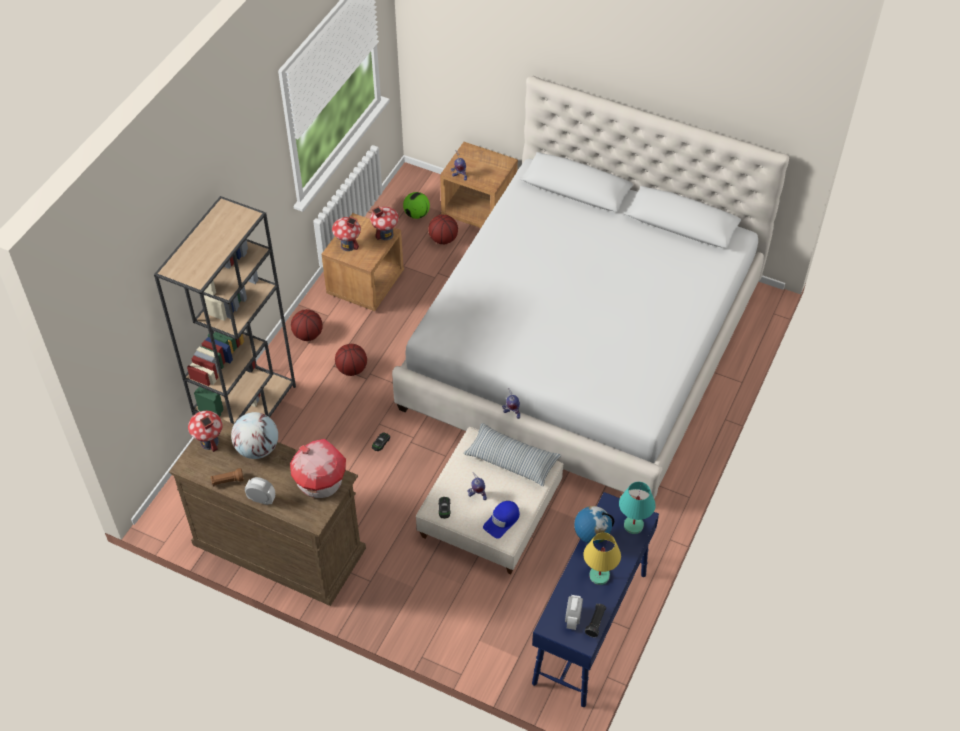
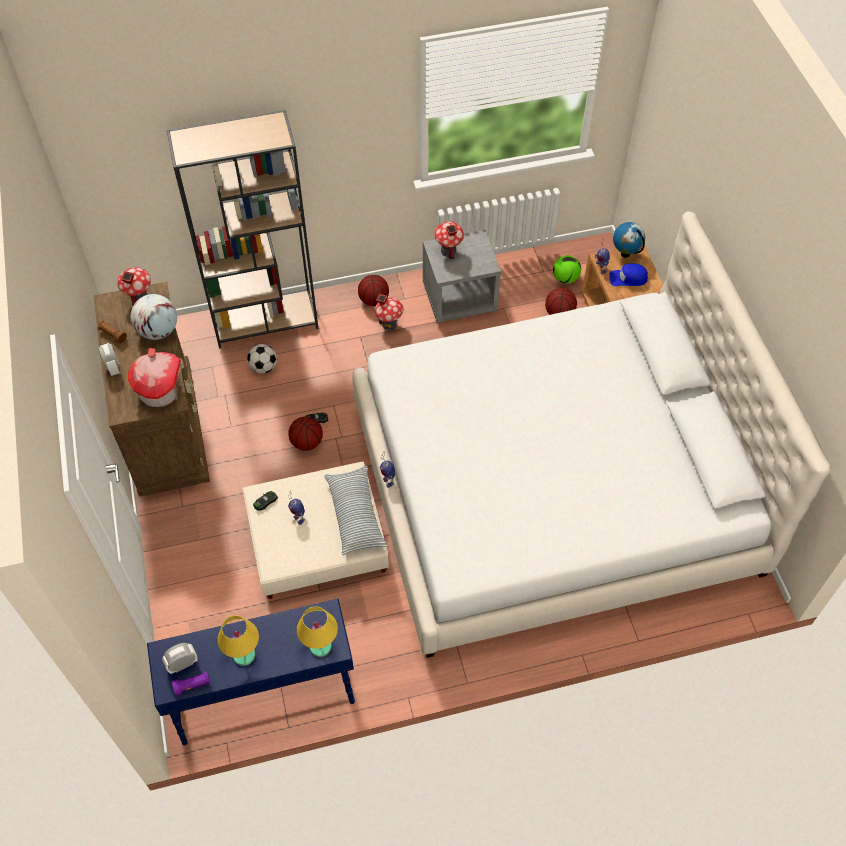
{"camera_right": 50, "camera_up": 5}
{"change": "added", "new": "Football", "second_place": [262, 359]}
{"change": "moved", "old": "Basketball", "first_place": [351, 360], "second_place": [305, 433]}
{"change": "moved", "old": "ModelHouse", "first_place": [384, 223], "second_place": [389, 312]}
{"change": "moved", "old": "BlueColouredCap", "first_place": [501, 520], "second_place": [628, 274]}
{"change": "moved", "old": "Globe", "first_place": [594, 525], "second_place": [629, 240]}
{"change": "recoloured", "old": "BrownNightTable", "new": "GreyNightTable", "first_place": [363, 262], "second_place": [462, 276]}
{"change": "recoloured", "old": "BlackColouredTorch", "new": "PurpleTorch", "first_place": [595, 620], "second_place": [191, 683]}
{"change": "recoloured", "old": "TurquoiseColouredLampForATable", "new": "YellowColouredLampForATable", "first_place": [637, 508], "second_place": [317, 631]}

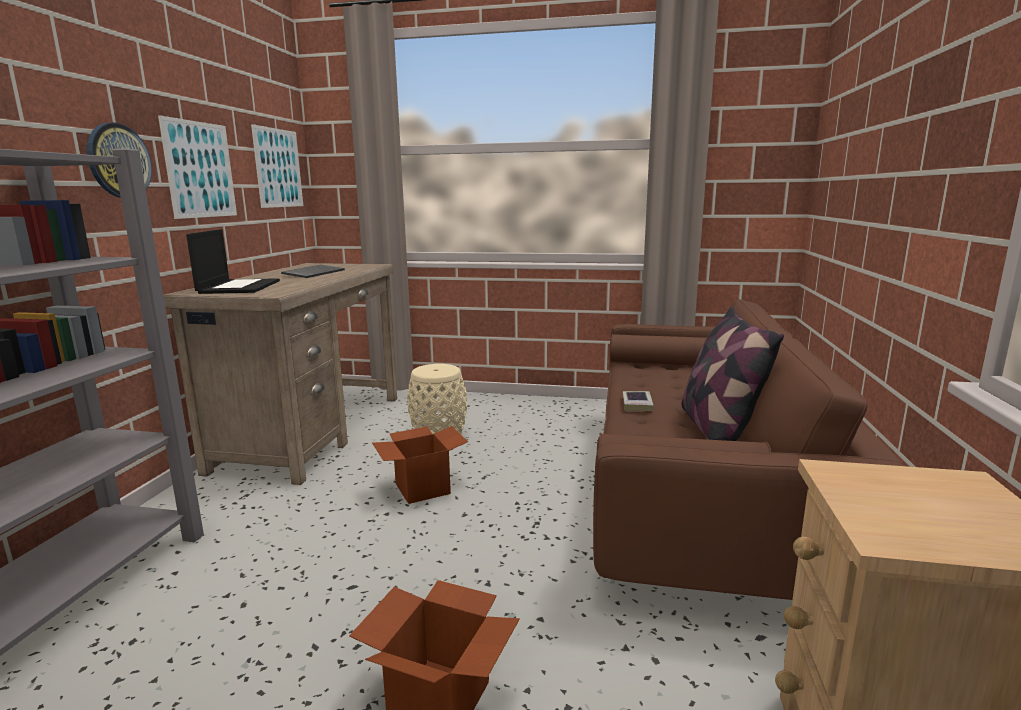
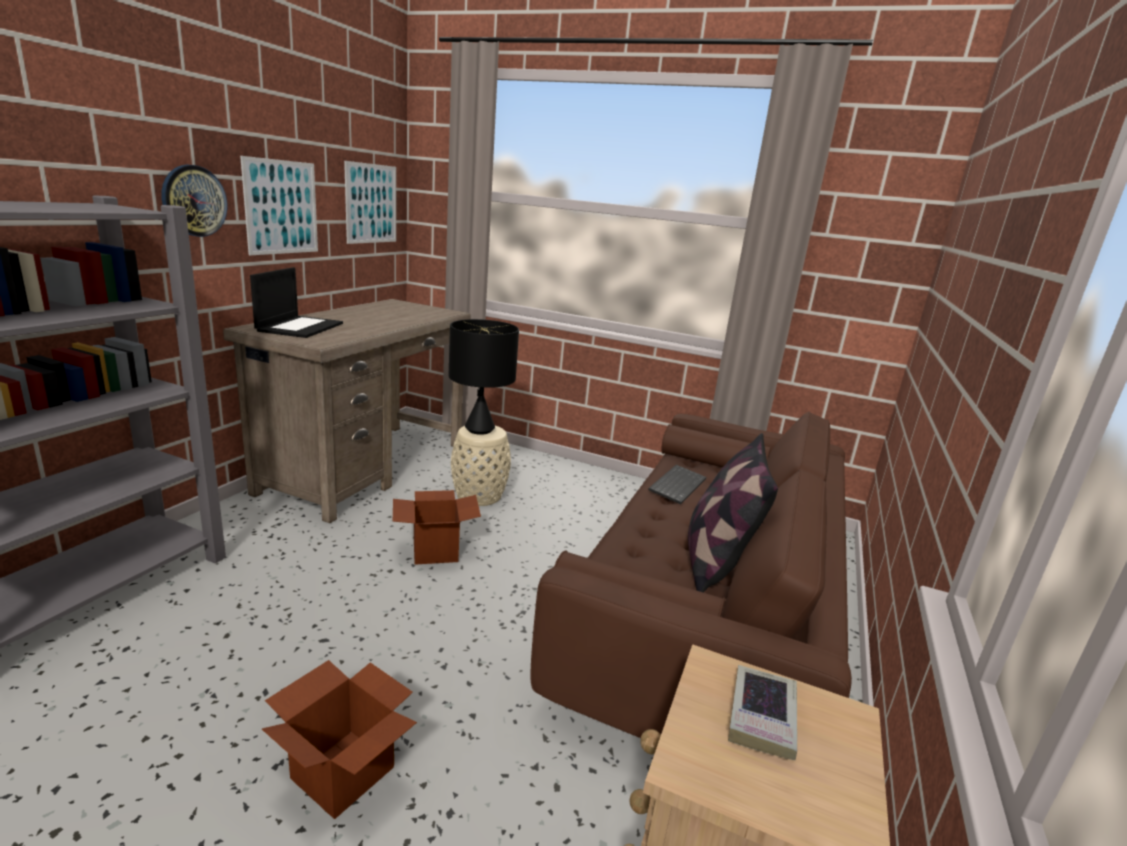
{"camera_right": 10, "camera_up": 5}
{"change": "added", "new": "BlackColouredLampForATable", "second_place": [484, 377]}
{"change": "moved", "old": "PcKeyboard", "first_place": [313, 271], "second_place": [677, 484]}
{"change": "moved", "old": "BoundBook", "first_place": [638, 401], "second_place": [762, 712]}

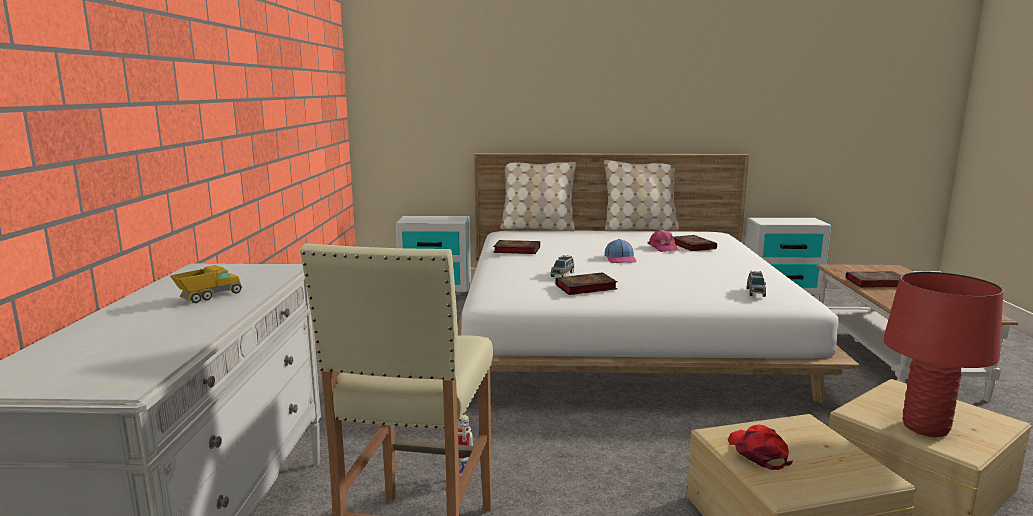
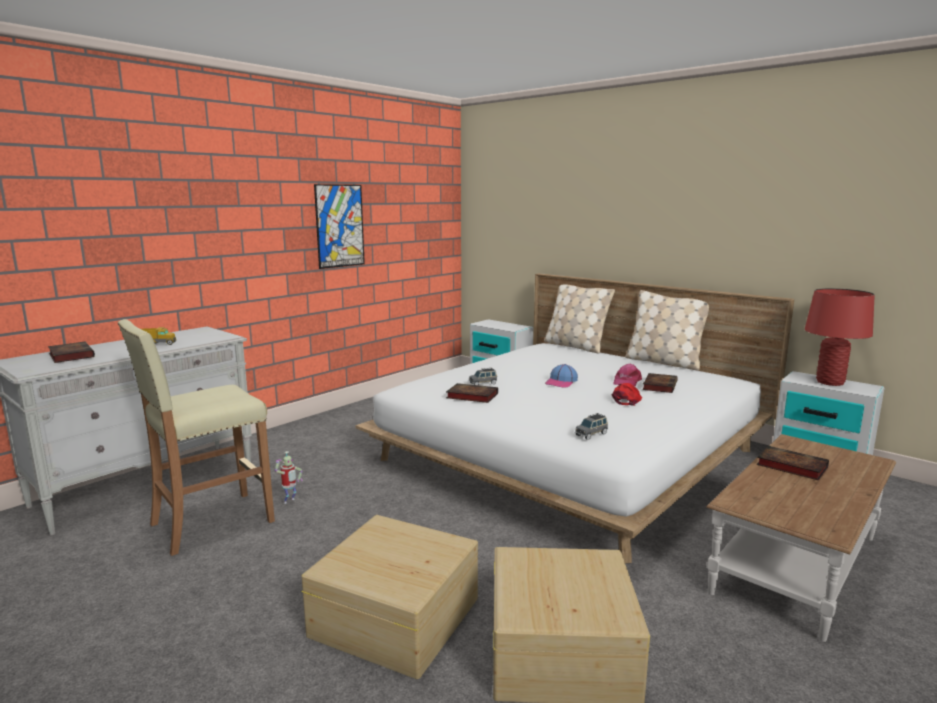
{"camera_right": 40, "camera_up": 0}
{"change": "added", "new": "WallArt", "second_place": [339, 226]}
{"change": "moved", "old": "BoundBook", "first_place": [516, 247], "second_place": [71, 352]}
{"change": "moved", "old": "RedCap", "first_place": [760, 447], "second_place": [627, 394]}
{"change": "moved", "old": "RedLampForATable", "first_place": [943, 354], "second_place": [840, 337]}

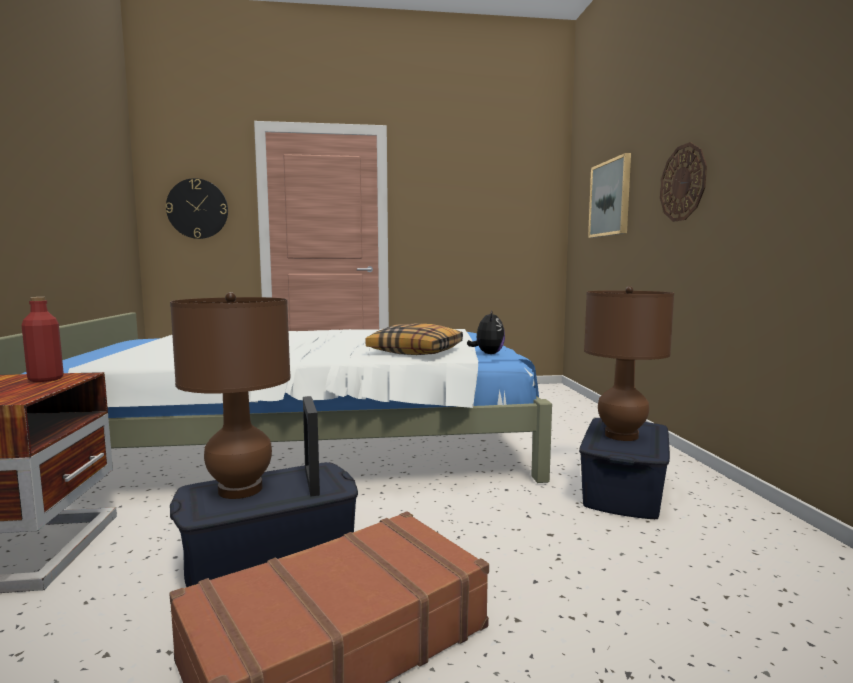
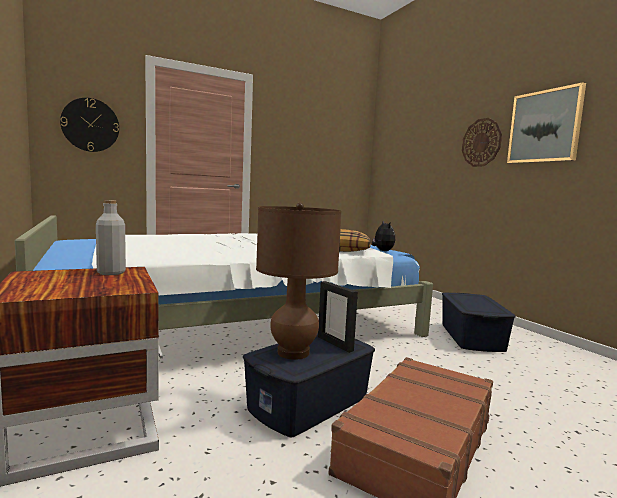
{"camera_right": -20, "camera_up": 0}
{"change": "removed", "old": "BrownLampForATable", "first_place": [629, 363]}
{"change": "moved", "old": "WallArt", "first_place": [609, 195], "second_place": [546, 123]}
{"change": "recoloured", "old": "RedBeverageBottle", "new": "GreyBeverageBottle", "first_place": [43, 339], "second_place": [111, 237]}

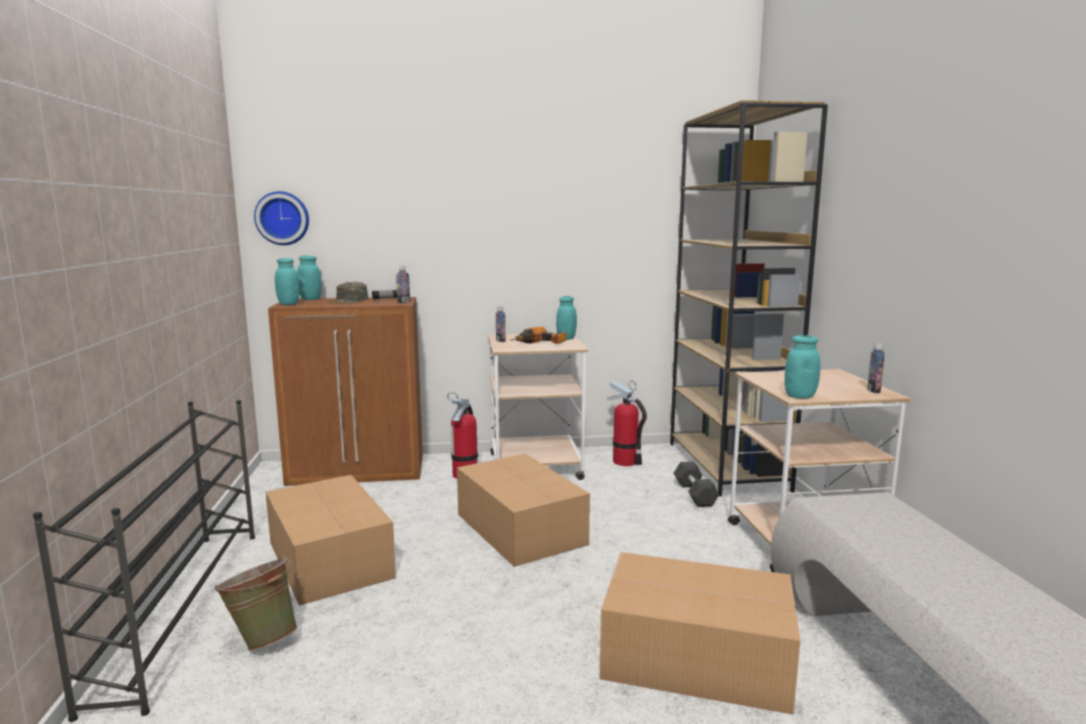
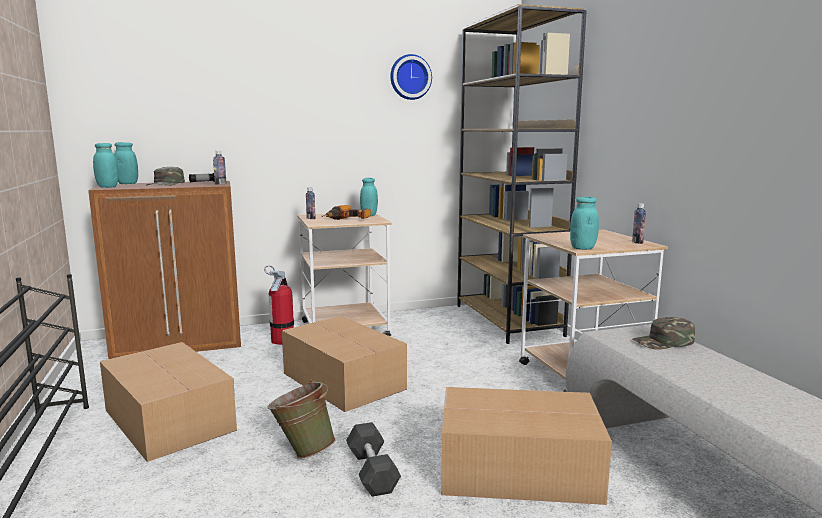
{"camera_right": -10, "camera_up": 0}
{"change": "removed", "old": "Extinguisher", "first_place": [627, 423]}
{"change": "added", "new": "GreenCap", "second_place": [663, 333]}
{"change": "moved", "old": "GreenBucket", "first_place": [255, 602], "second_place": [302, 419]}
{"change": "moved", "old": "WallClock", "first_place": [281, 218], "second_place": [411, 77]}
{"change": "moved", "old": "GreyDumbbell", "first_place": [697, 484], "second_place": [373, 459]}

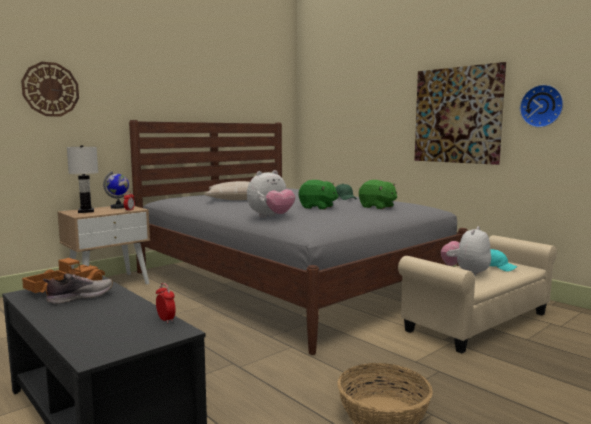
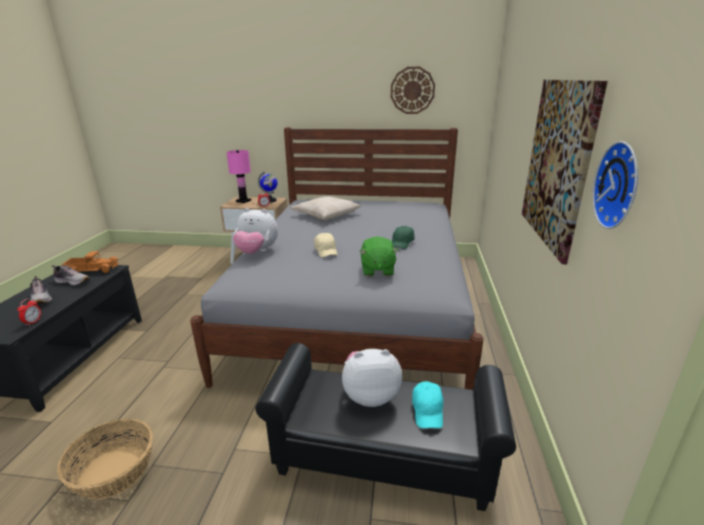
{"camera_right": 50, "camera_up": 15}
{"change": "added", "new": "ItemOfFootwear", "second_place": [41, 290]}
{"change": "moved", "old": "WallClock", "first_place": [50, 89], "second_place": [413, 90]}
{"change": "replaced", "old": "GreenPlushToy", "new": "BeigeCap", "first_place": [319, 195], "second_place": [326, 245]}
{"change": "recoloured", "old": "WhiteLampForATable", "new": "PinkishLampForATable", "first_place": [82, 179], "second_place": [238, 176]}
{"change": "recoloured", "old": "BeigePouffe", "new": "BlackColouredPouffe", "first_place": [477, 294], "second_place": [385, 427]}

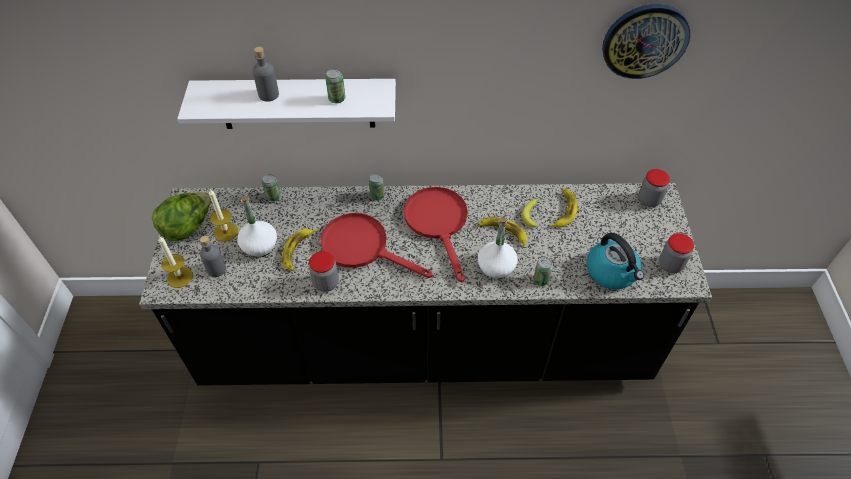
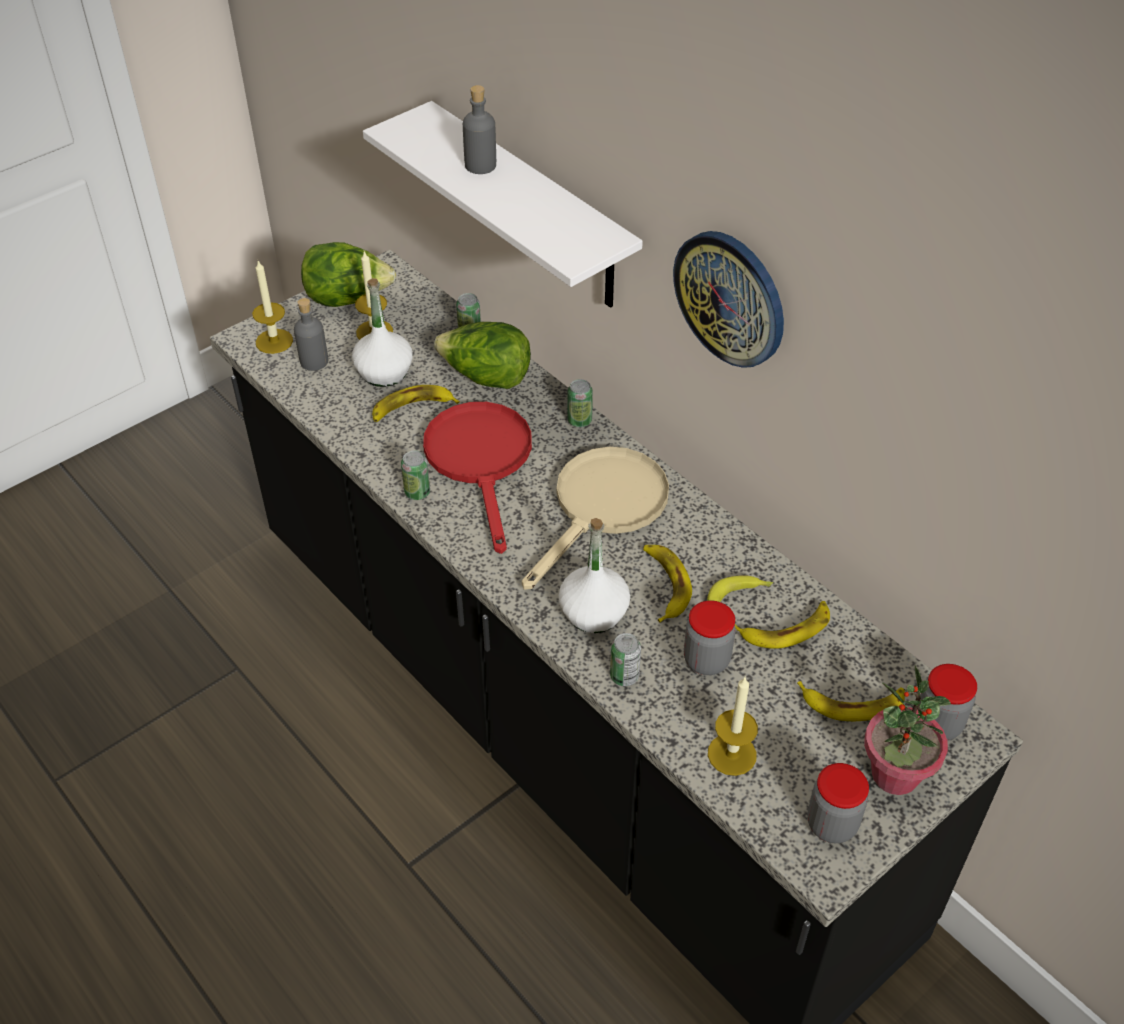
{"camera_right": 50, "camera_up": -5}
{"change": "added", "new": "LettuceHead", "second_place": [482, 355]}
{"change": "added", "new": "BananaFruit", "second_place": [851, 701]}
{"change": "added", "new": "PottedPlant", "second_place": [907, 730]}
{"change": "moved", "old": "PreserveJar", "first_place": [324, 271], "second_place": [710, 637]}
{"change": "moved", "old": "Can", "first_place": [335, 86], "second_place": [415, 475]}
{"change": "moved", "old": "WallClock", "first_place": [646, 41], "second_place": [728, 299]}
{"change": "replaced", "old": "Kettle", "new": "WaxCandle", "first_place": [615, 261], "second_place": [733, 726]}
{"change": "recoloured", "old": "RedFryingPan", "new": "BeigeFryingPan", "first_place": [436, 235], "second_place": [595, 518]}

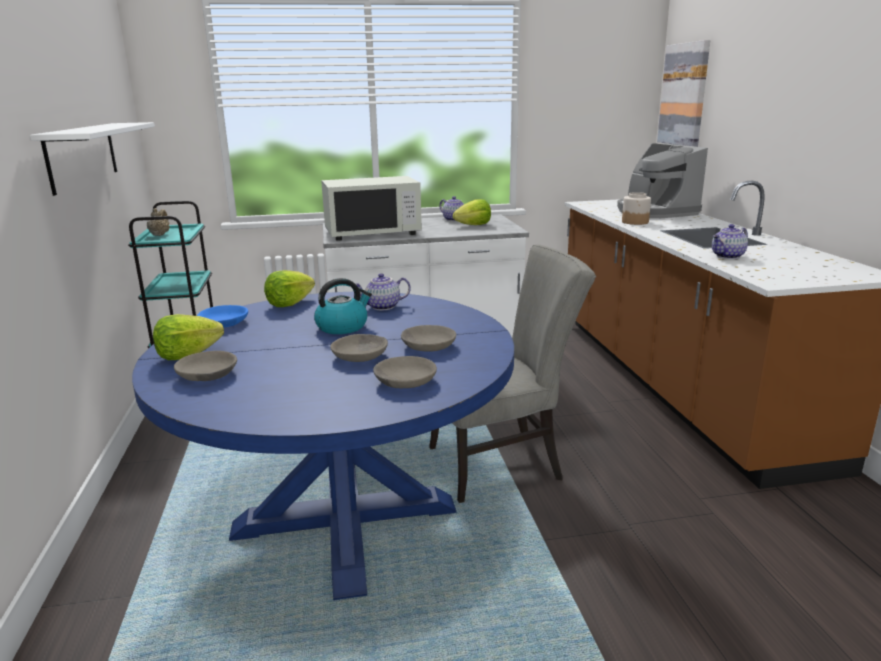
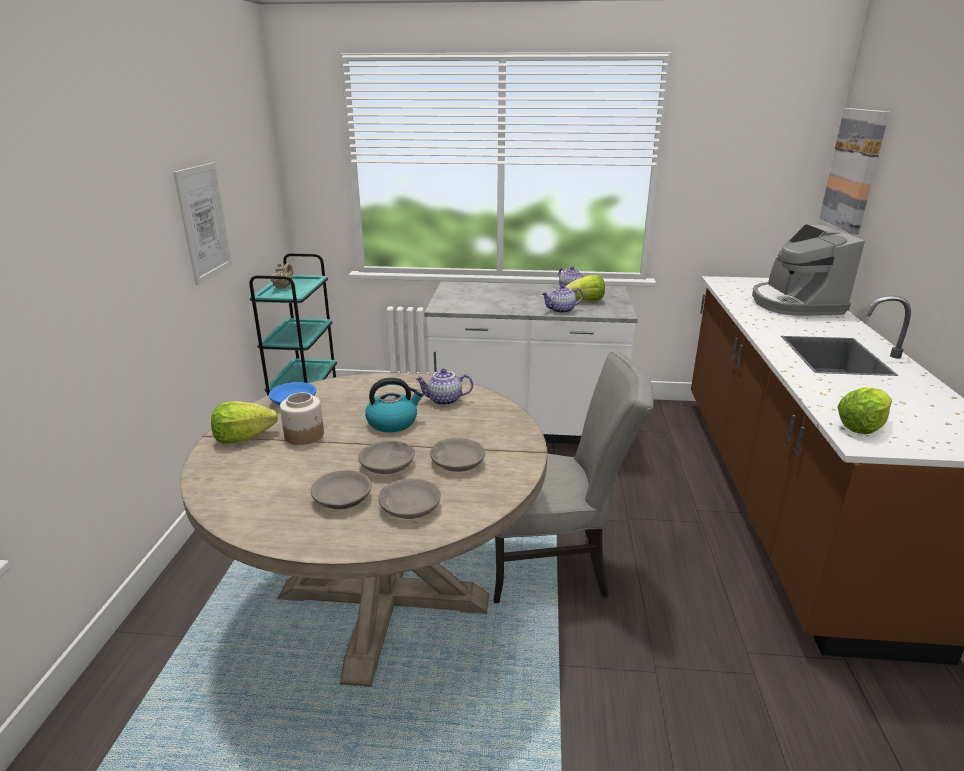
{"camera_right": 15, "camera_up": 5}
{"change": "removed", "old": "WhiteMicrowaveOven", "first_place": [371, 208]}
{"change": "moved", "old": "GreyBowl", "first_place": [205, 366], "second_place": [341, 489]}
{"change": "moved", "old": "LettuceHead", "first_place": [289, 288], "second_place": [864, 410]}
{"change": "moved", "old": "PreserveJar", "first_place": [636, 208], "second_place": [302, 418]}
{"change": "moved", "old": "Teapot", "first_place": [730, 241], "second_place": [562, 299]}
{"change": "replaced", "old": "WhiteBracketShelf", "new": "WallArt", "first_place": [92, 159], "second_place": [202, 224]}
{"change": "recoloured", "old": "BlueColouredDiningTable", "new": "BeigeDiningTable", "first_place": [323, 446], "second_place": [364, 530]}

